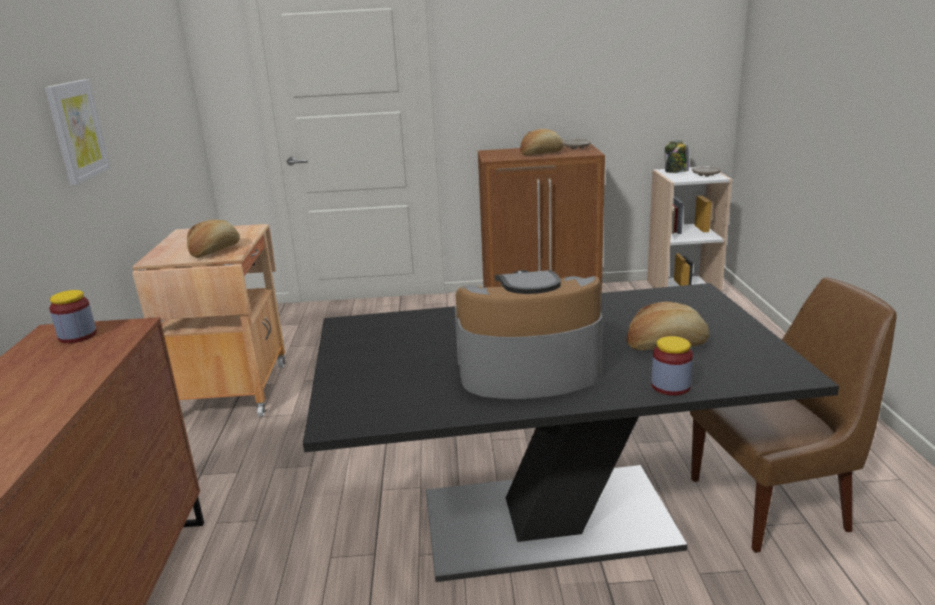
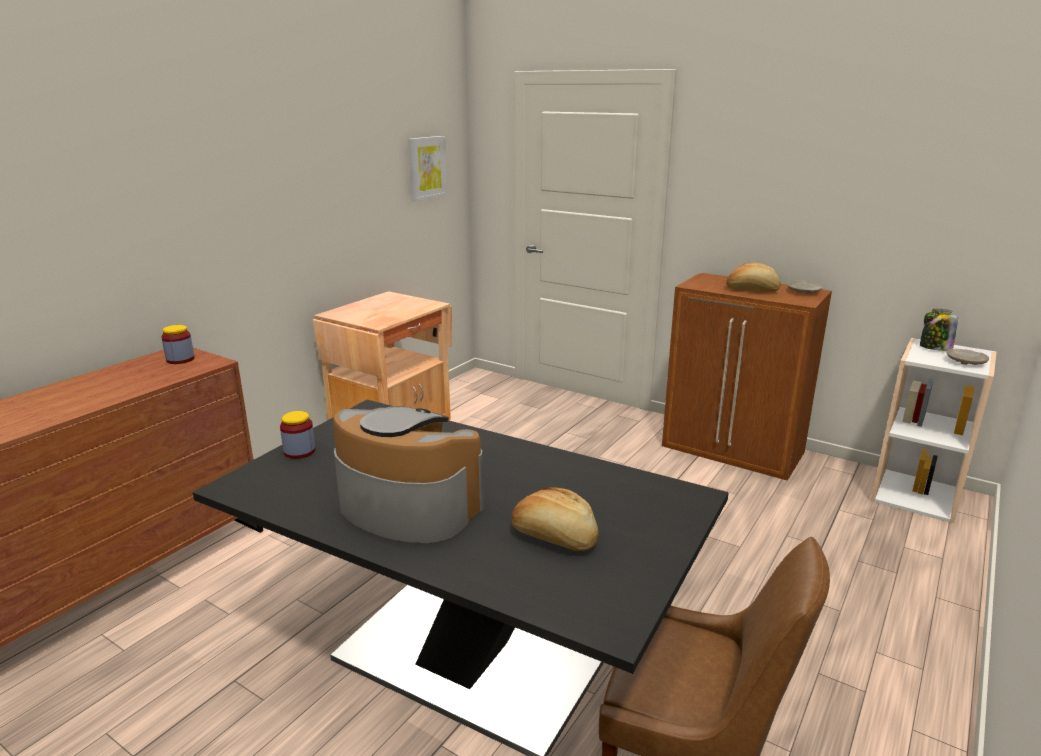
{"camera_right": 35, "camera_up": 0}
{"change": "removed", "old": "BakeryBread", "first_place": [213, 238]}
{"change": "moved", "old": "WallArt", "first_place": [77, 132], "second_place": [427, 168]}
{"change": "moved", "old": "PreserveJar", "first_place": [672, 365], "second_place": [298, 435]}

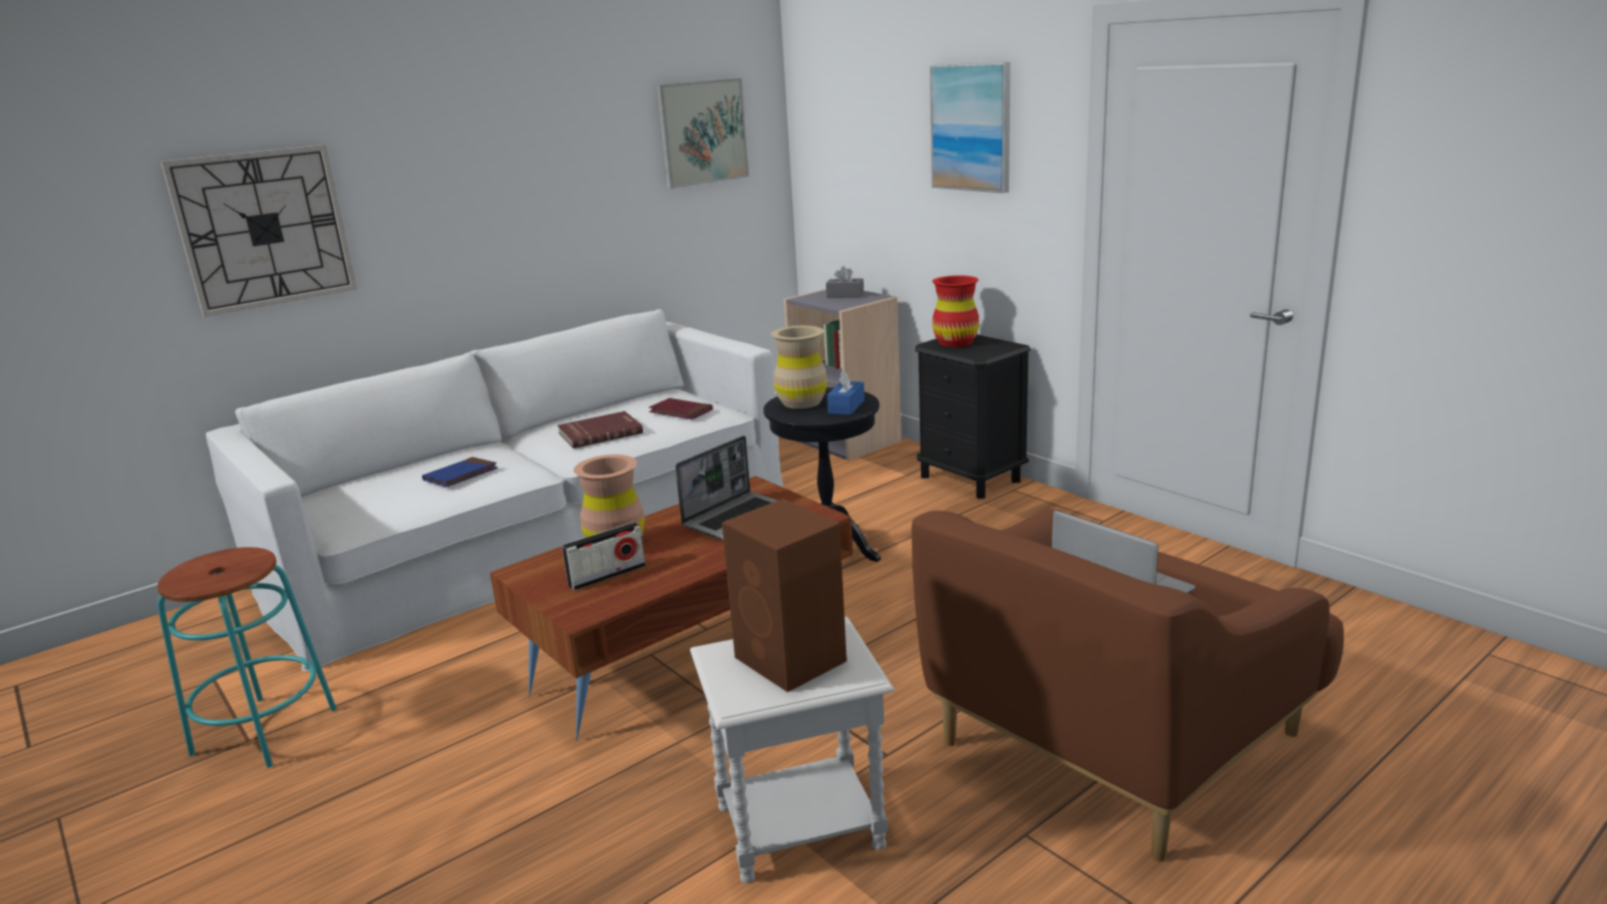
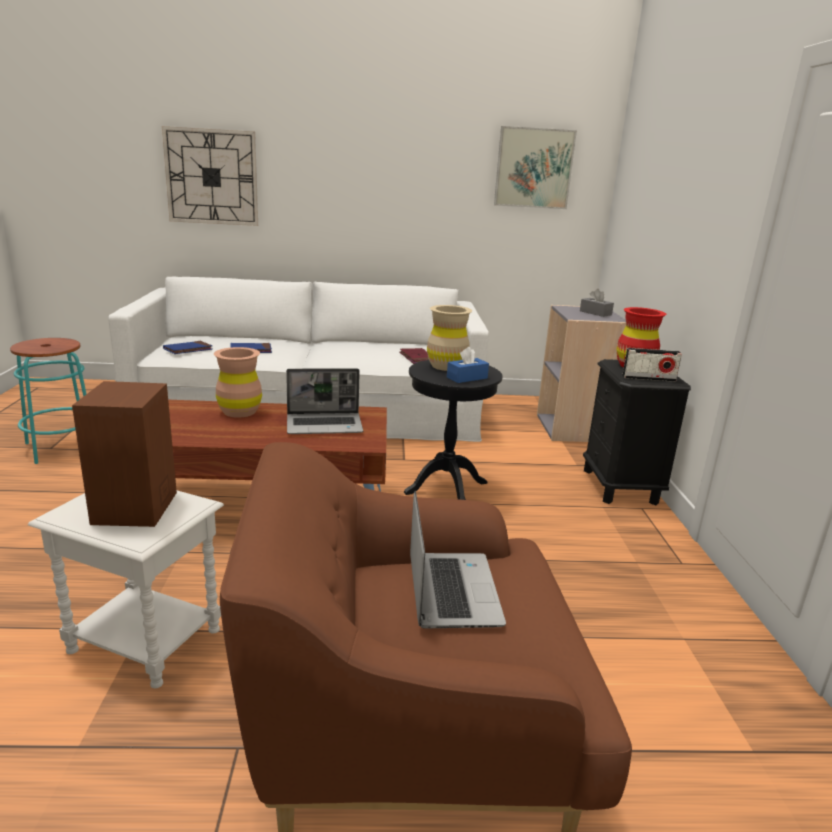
{"camera_right": 35, "camera_up": 0}
{"change": "removed", "old": "RedBoundBook", "first_place": [600, 430]}
{"change": "removed", "old": "WallArt", "first_place": [970, 127]}
{"change": "added", "new": "BlueColouredBoundBook", "second_place": [188, 347]}
{"change": "moved", "old": "RadioSet", "first_place": [604, 556], "second_place": [652, 365]}

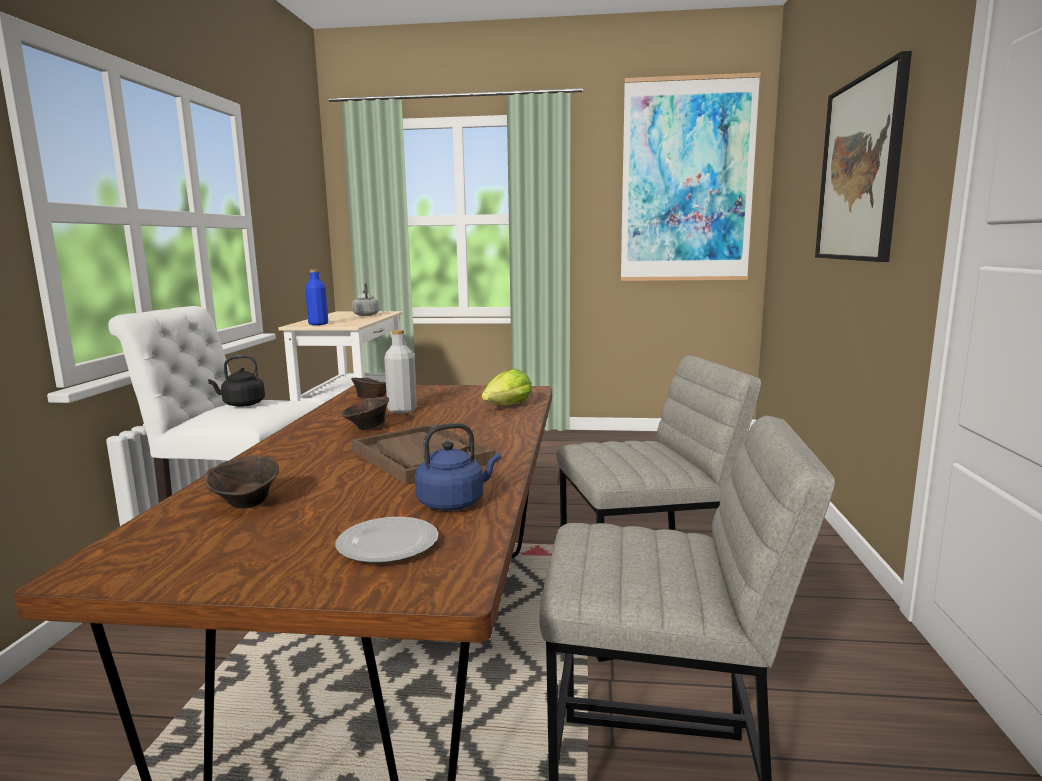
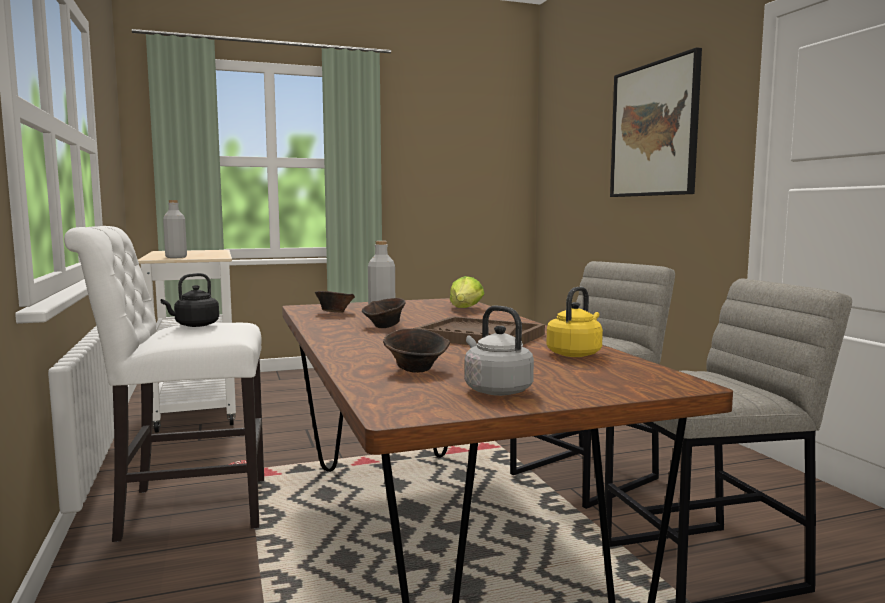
{"camera_right": -25, "camera_up": -5}
{"change": "removed", "old": "DinnerPlate", "first_place": [387, 540]}
{"change": "removed", "old": "WallArt", "first_place": [691, 176]}
{"change": "moved", "old": "GreyKettle", "first_place": [365, 299], "second_place": [499, 351]}
{"change": "recoloured", "old": "BlueColouredBeverageBottle", "new": "GreyBeverageBottle", "first_place": [316, 297], "second_place": [175, 229]}
{"change": "recoloured", "old": "BlueColouredKettle", "new": "YellowColouredKettle", "first_place": [458, 467], "second_place": [575, 322]}

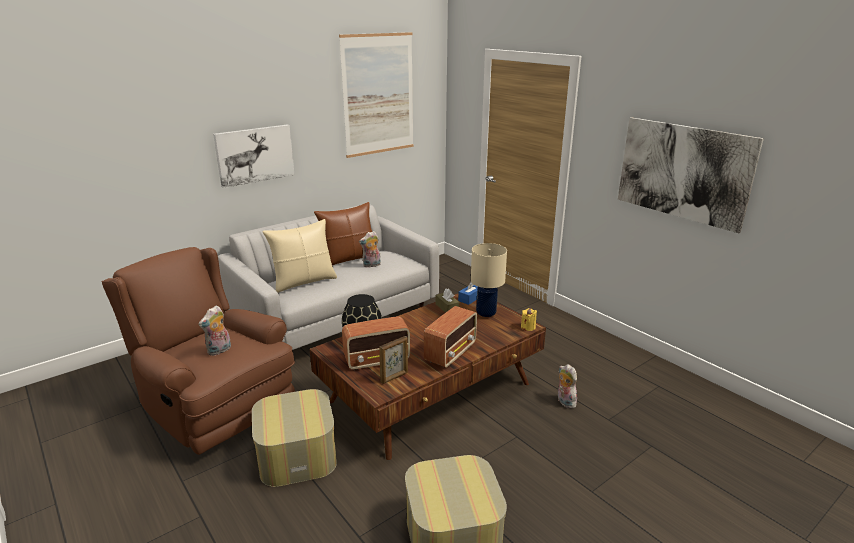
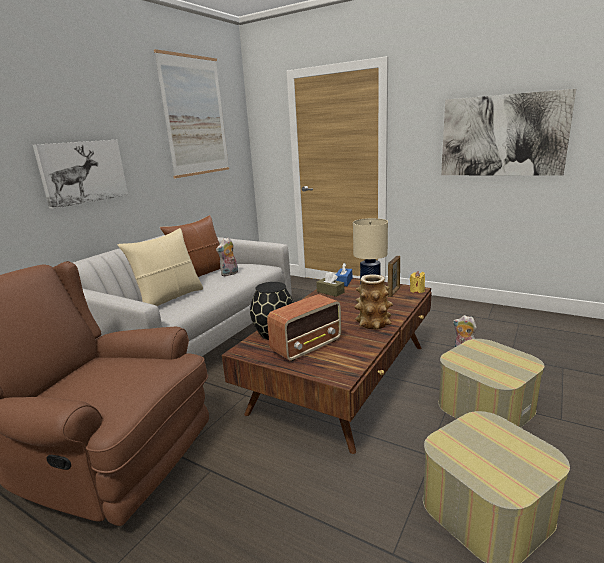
{"camera_right": -20, "camera_up": -5}
{"change": "removed", "old": "PlushToy", "first_place": [214, 330]}
{"change": "moved", "old": "Pouffe", "first_place": [294, 438], "second_place": [491, 383]}
{"change": "moved", "old": "PhotoFrame", "first_place": [393, 360], "second_place": [394, 276]}
{"change": "replaced", "old": "RadioSet", "new": "Vase", "first_place": [450, 337], "second_place": [373, 301]}

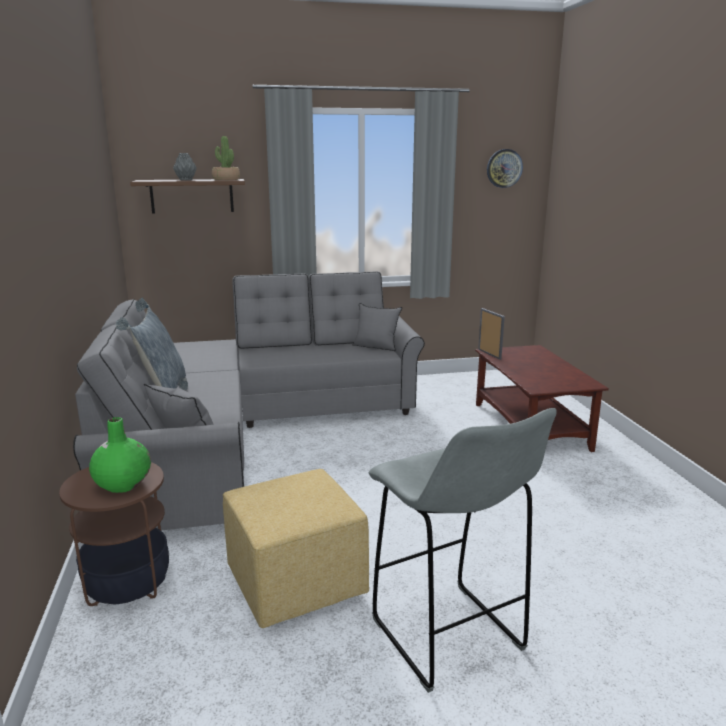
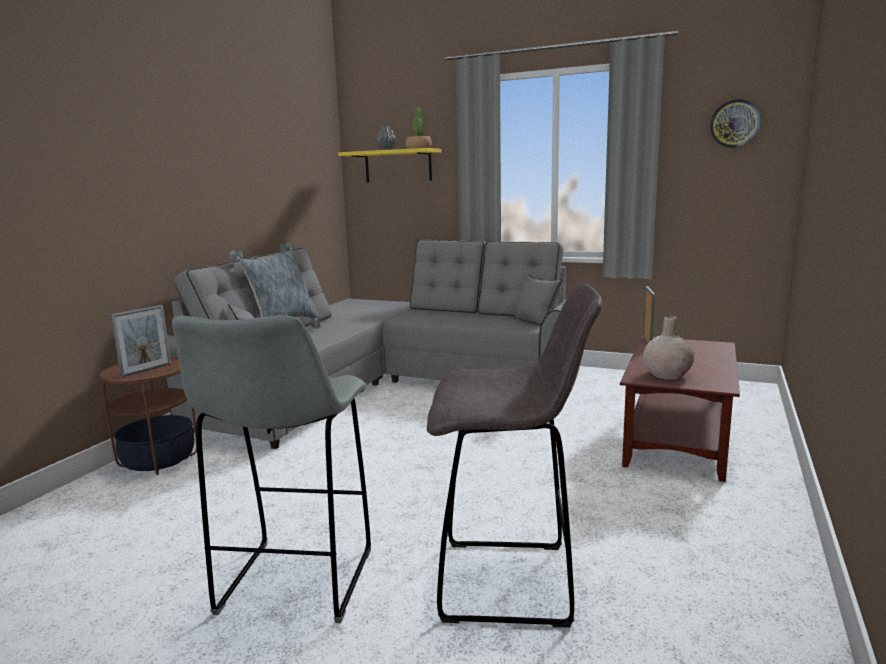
{"camera_right": 35, "camera_up": -5}
{"change": "removed", "old": "YellowColouredPouffe", "first_place": [296, 548]}
{"change": "added", "new": "GreySittingStool", "second_place": [514, 455]}
{"change": "added", "new": "BeigeVase", "second_place": [668, 347]}
{"change": "replaced", "old": "GreenVase", "new": "PhotoFrame", "first_place": [120, 455], "second_place": [140, 341]}
{"change": "recoloured", "old": "BrownBracketShelf", "new": "YellowColouredBracketShelf", "first_place": [187, 196], "second_place": [389, 165]}

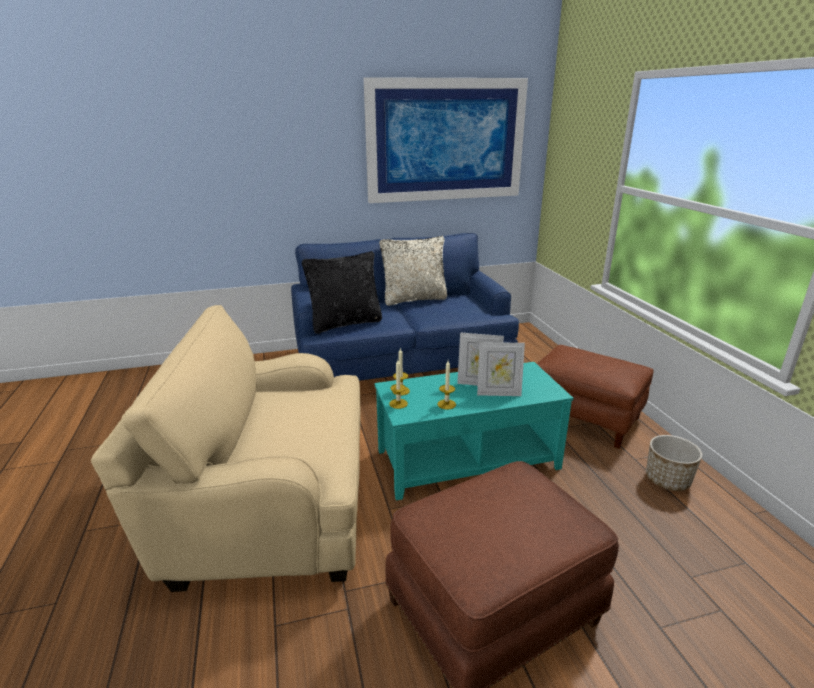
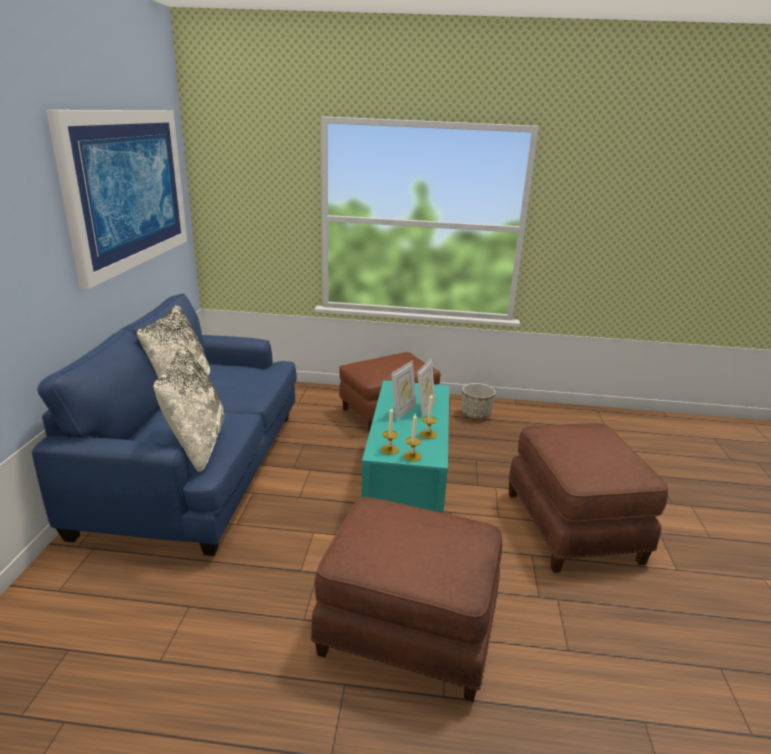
{"camera_right": -70, "camera_up": 0}
{"change": "replaced", "old": "BeigeLoungeChair", "new": "BrownPouffe", "first_place": [225, 448], "second_place": [406, 599]}
{"change": "recoloured", "old": "BlackColouredCushion", "new": "BeigeCushion", "first_place": [342, 292], "second_place": [188, 408]}

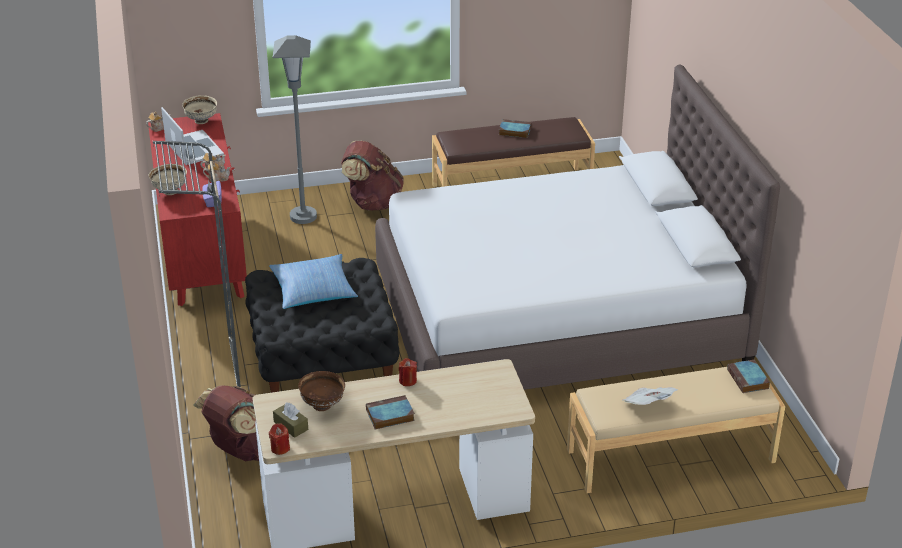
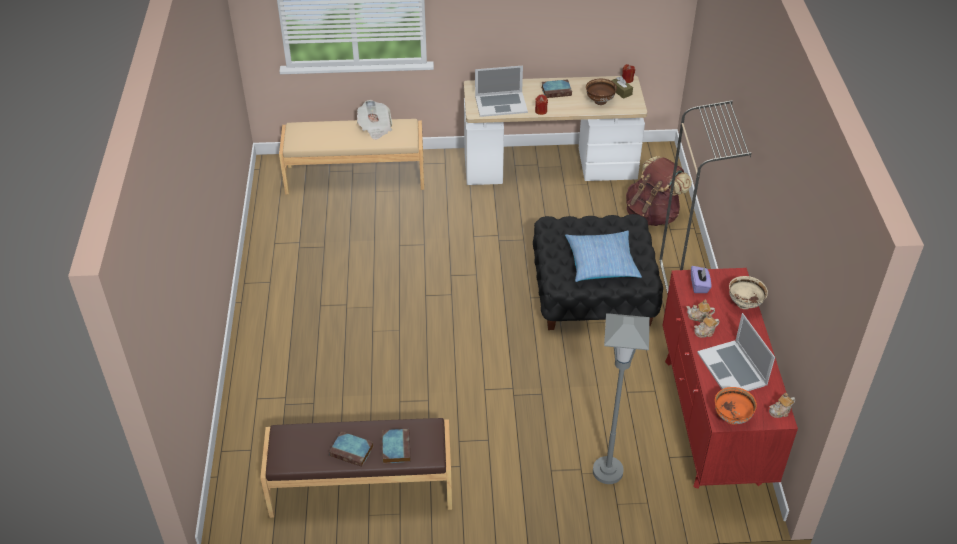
{"camera_right": -170, "camera_up": 10}
{"change": "removed", "old": "BrownKnapsack", "first_place": [372, 175]}
{"change": "removed", "old": "WhiteBedroomBed", "first_place": [577, 227]}
{"change": "added", "new": "NotebookComputer", "second_place": [501, 91]}
{"change": "moved", "old": "BoundBook", "first_place": [748, 376], "second_place": [396, 446]}
{"change": "recoloured", "old": "BeigeBowl", "new": "OrangeColouredBowl", "first_place": [199, 109], "second_place": [736, 406]}

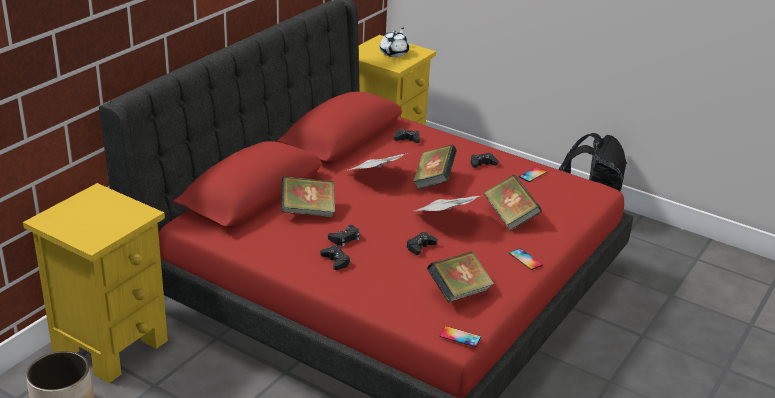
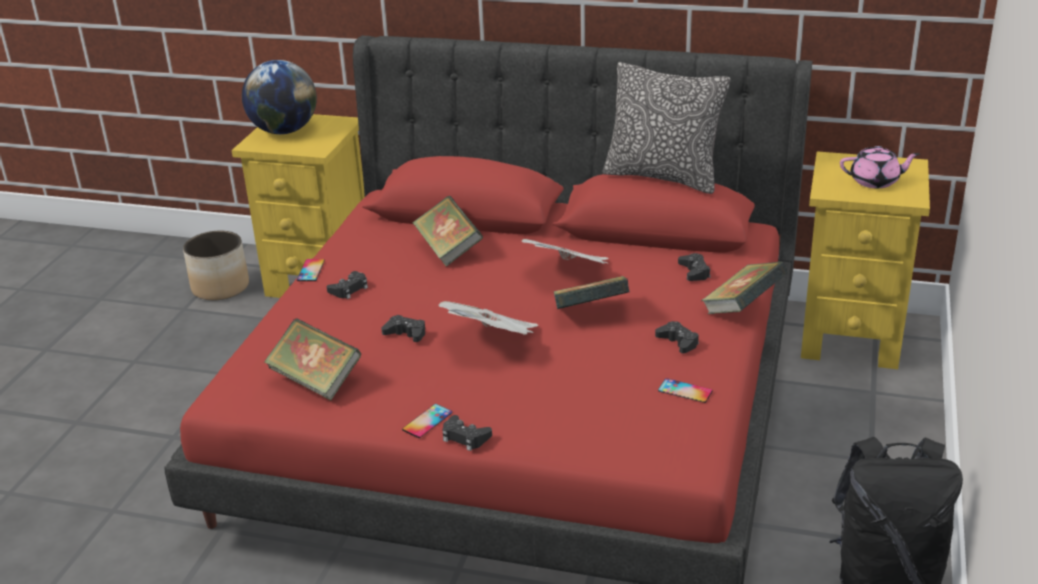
{"camera_right": 75, "camera_up": 0}
{"change": "added", "new": "Globe", "second_place": [279, 97]}
{"change": "added", "new": "Cushion", "second_place": [666, 128]}
{"change": "moved", "old": "BlackColouredGameController", "first_place": [344, 236], "second_place": [467, 433]}
{"change": "moved", "old": "Handset", "first_place": [460, 336], "second_place": [311, 270]}
{"change": "moved", "old": "BoundBook", "first_place": [513, 203], "second_place": [744, 288]}
{"change": "recoloured", "old": "WhiteTeapot", "new": "PinkishTeapot", "first_place": [394, 42], "second_place": [879, 167]}

